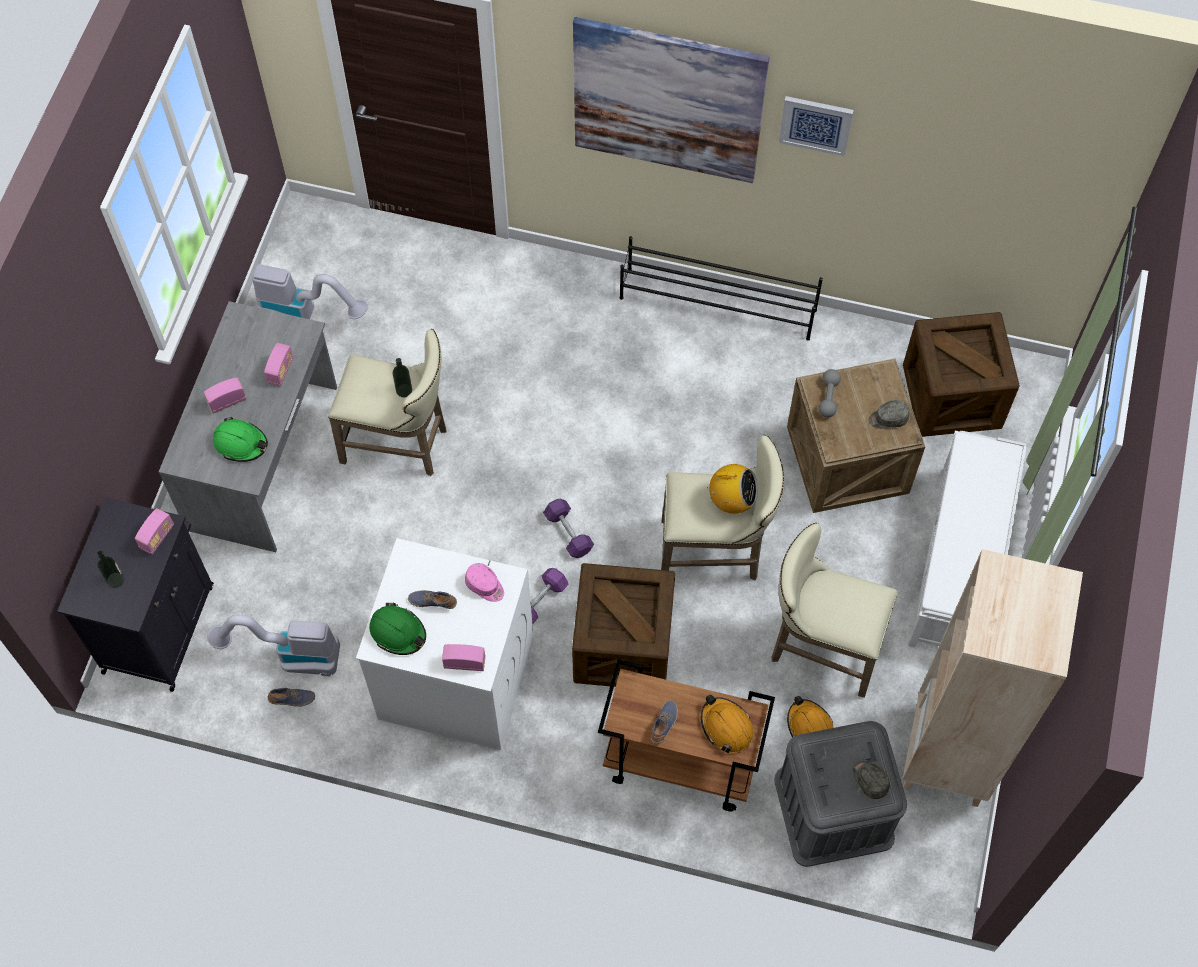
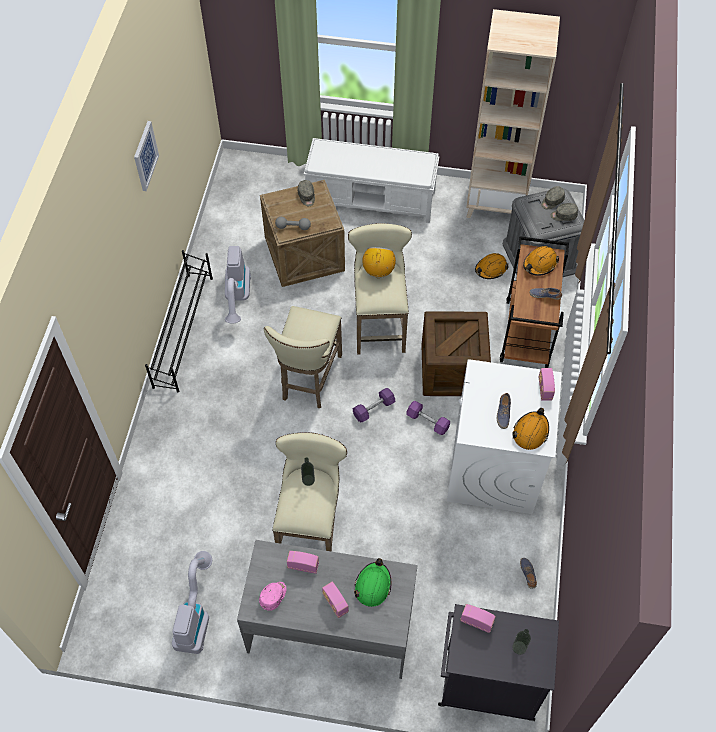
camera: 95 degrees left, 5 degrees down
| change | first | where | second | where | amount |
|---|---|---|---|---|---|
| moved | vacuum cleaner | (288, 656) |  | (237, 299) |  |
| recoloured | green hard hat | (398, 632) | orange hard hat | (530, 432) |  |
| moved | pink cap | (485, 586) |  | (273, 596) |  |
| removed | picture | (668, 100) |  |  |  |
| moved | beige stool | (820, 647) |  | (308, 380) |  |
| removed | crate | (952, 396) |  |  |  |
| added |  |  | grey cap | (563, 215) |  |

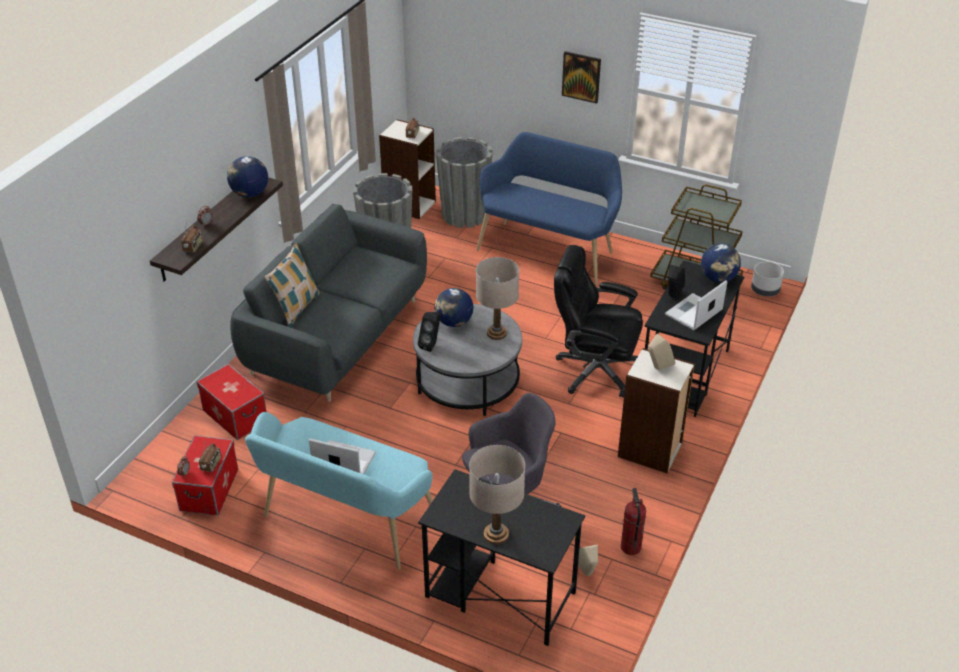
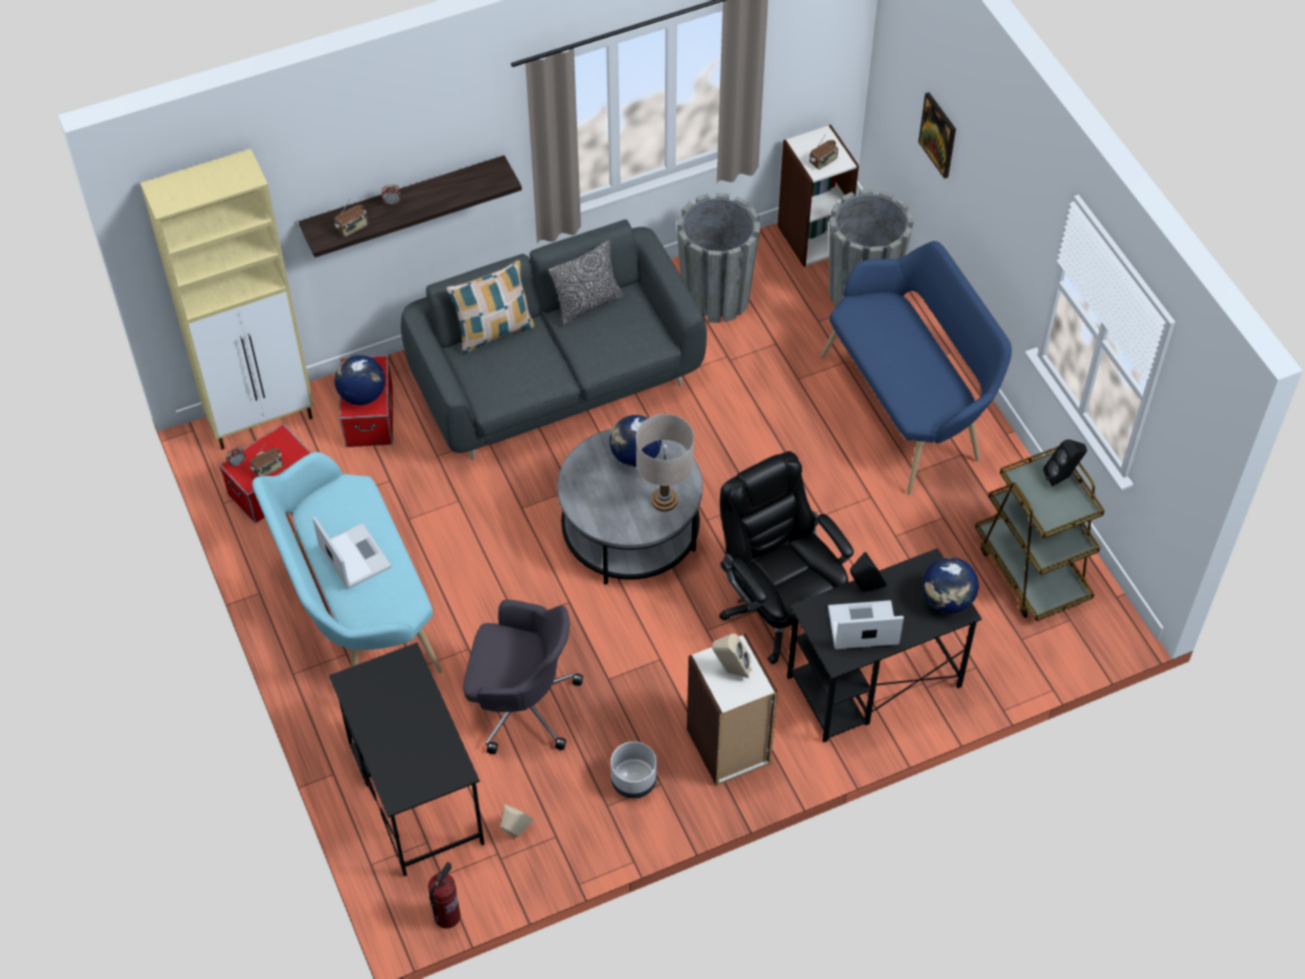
camera: 40 degrees right, 15 degrees up
| change | first | where | second | where | amount |
|---|---|---|---|---|---|
| moved | globe | (249, 194) |  | (362, 395) |  |
| moved | black speaker | (431, 345) |  | (1062, 477) |  |
| removed | beige table lamp | (496, 535) |  |  |  |
| moved | picture | (581, 76) |  | (938, 134) |  |
| moved | fire extinguisher | (630, 547) |  | (447, 916) |  |
| moved | grey planter | (765, 291) |  | (634, 781) |  |
| added |  |  | beige cabinet | (262, 419) |  |
| added |  |  | pillow | (587, 305) |  |

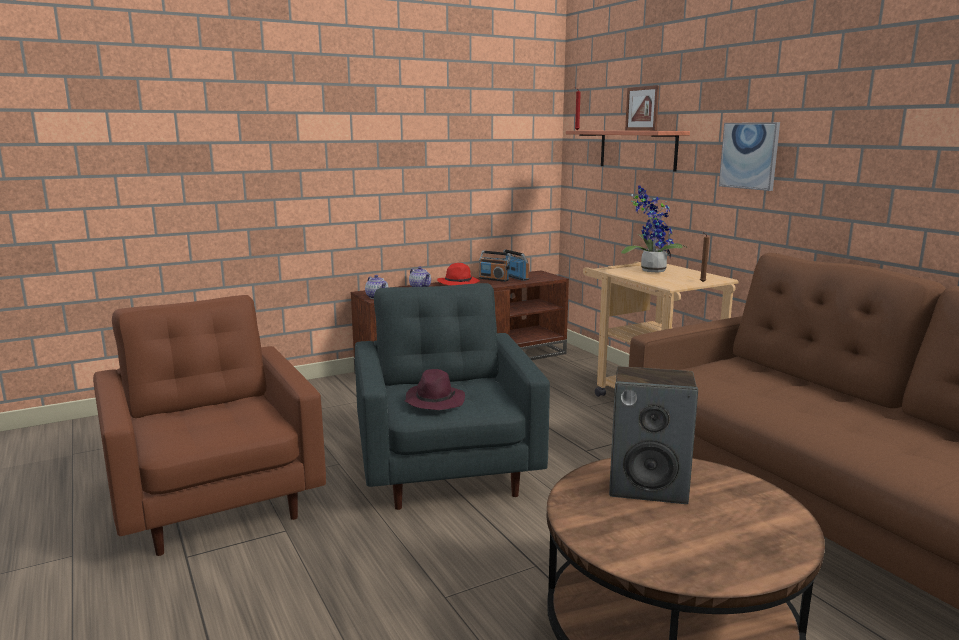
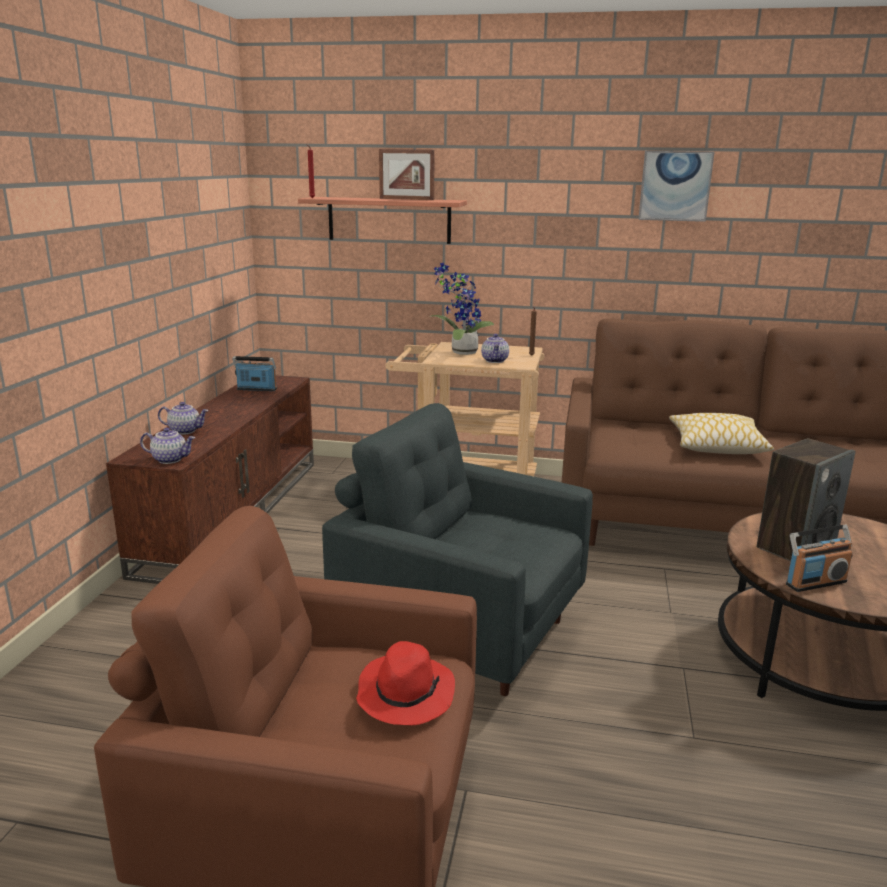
camera: 50 degrees left, 5 degrees up
| change | first | where | second | where | amount |
|---|---|---|---|---|---|
| removed | purple hat | (434, 401) |  |  |  |
| moved | red hat | (459, 283) |  | (405, 693) |  |
| moved | radio | (494, 279) |  | (815, 582) |  |
| moved | picture | (749, 155) |  | (675, 186) |  |
| added |  |  | teapot | (495, 361) |  |
| added |  |  | pillow | (716, 446) |  |

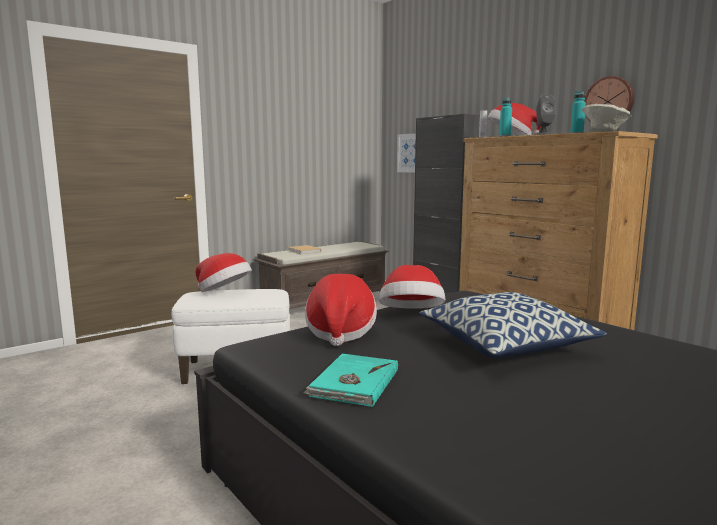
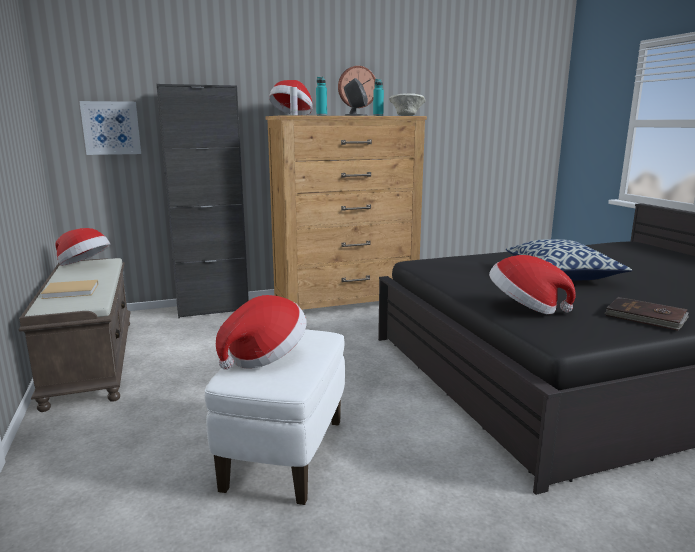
camera: 70 degrees left, 5 degrees up
| change | first | where | second | where | amount |
|---|---|---|---|---|---|
| recoloured | turquoise book | (353, 383) | brown book | (646, 317) |  |
| moved | hat | (411, 316) |  | (84, 266) |  |

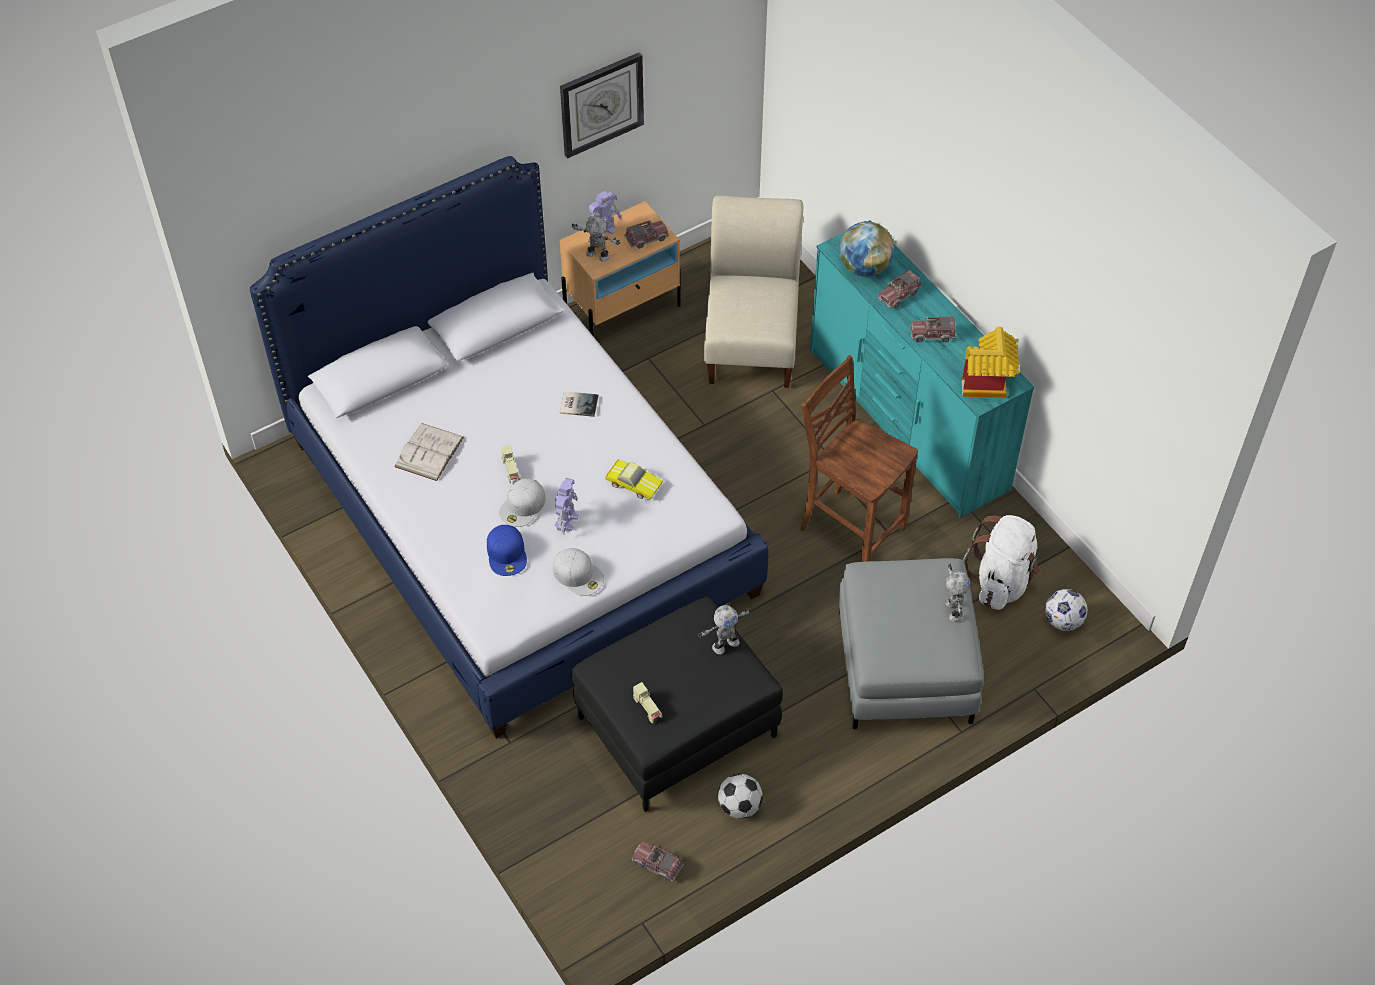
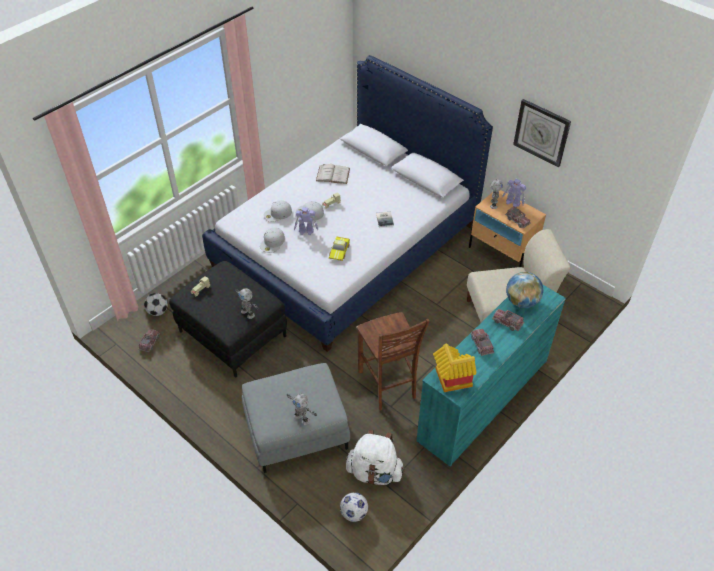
camera: 75 degrees right, 5 degrees down
| change | first | where | second | where | amount |
|---|---|---|---|---|---|
| recoloured | blue cap | (507, 553) | white cap | (277, 214) |  |
| moved | football | (739, 806) |  | (158, 311) |  |
| turned | brown chair | (850, 528) |  | (388, 385) | 135 degrees clockwise |
| turned | toy robot | (952, 610) |  | (302, 418) | 60 degrees clockwise |

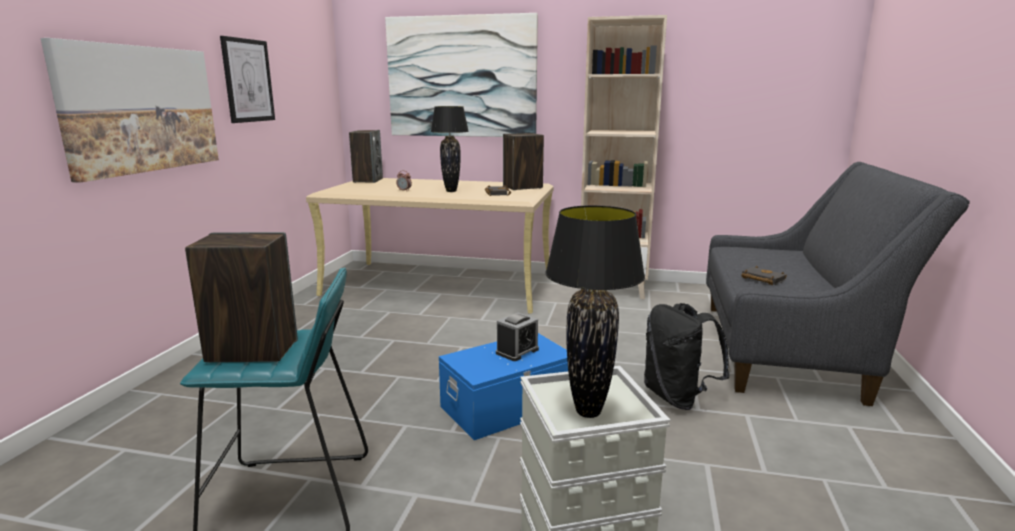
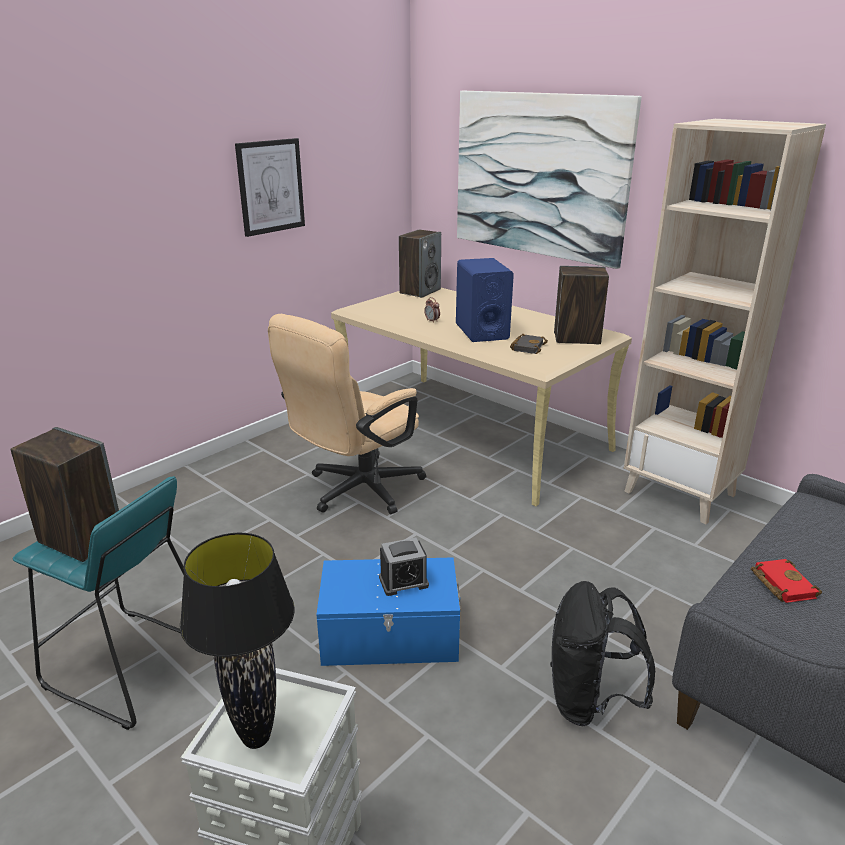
camera: 30 degrees right, 10 degrees up
| change | first | where | second | where | amount |
|---|---|---|---|---|---|
| removed | picture | (140, 109) |  |  |  |
| replaced | black table lamp | (451, 191) | blue speaker | (481, 331) |  |
| recoloured | black book | (761, 279) | red book | (781, 584) |  |
| added |  |  | beige office chair | (356, 491) |  |

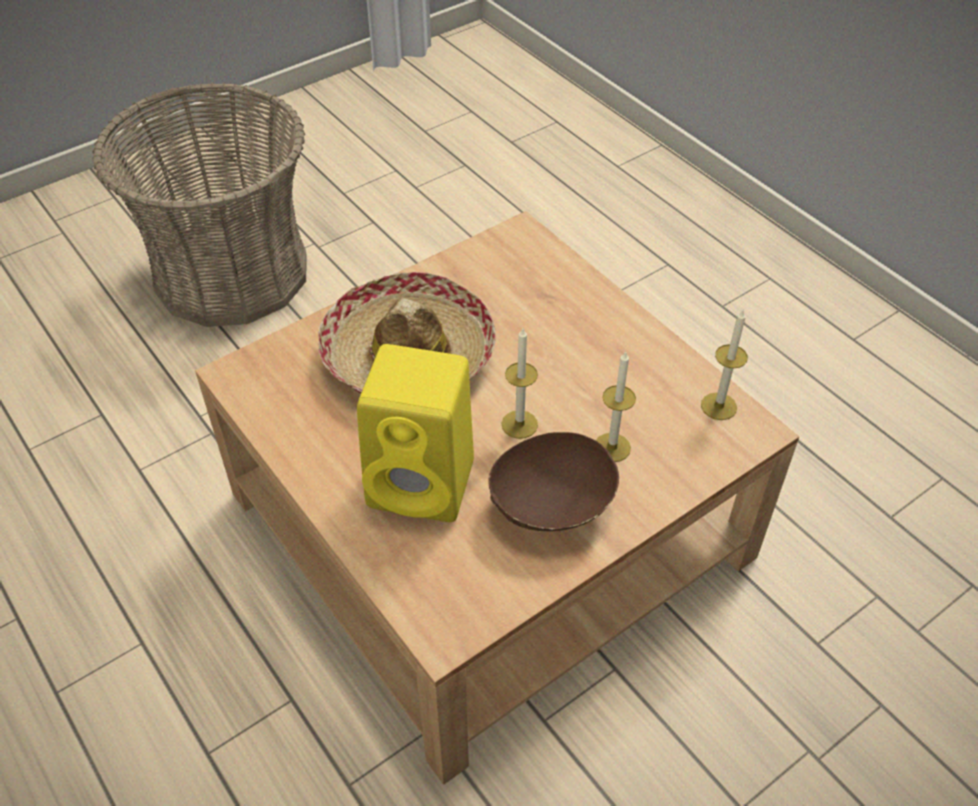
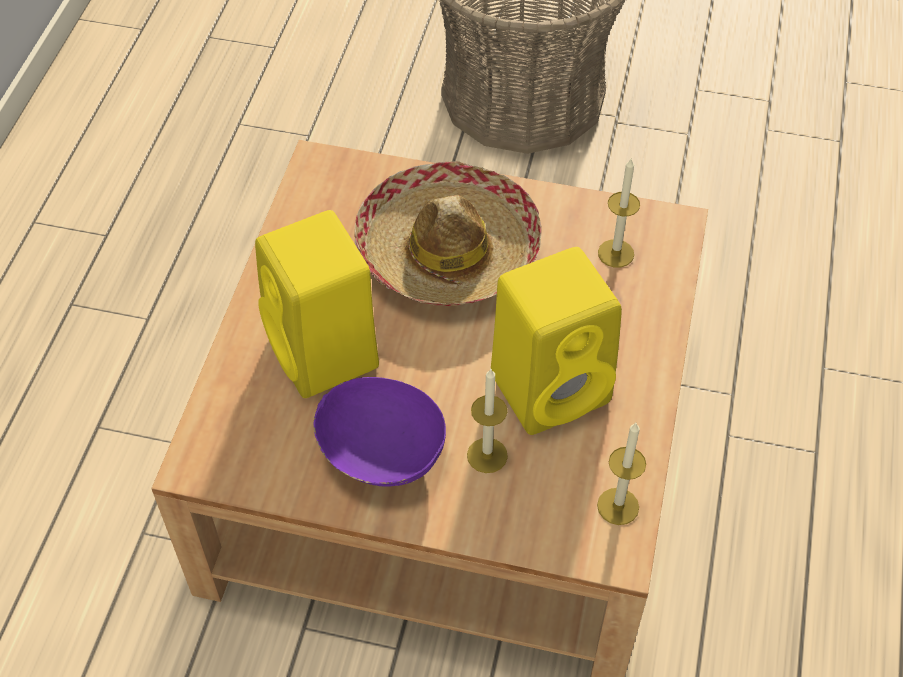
camera: 50 degrees right, 5 degrees up
| change | first | where | second | where | amount |
|---|---|---|---|---|---|
| recoloured | brown bowl | (551, 507) | purple bowl | (380, 454) |  |
| moved | candle | (519, 424) |  | (616, 253) |  |
| added |  |  | yellow speaker | (553, 386) |  |

